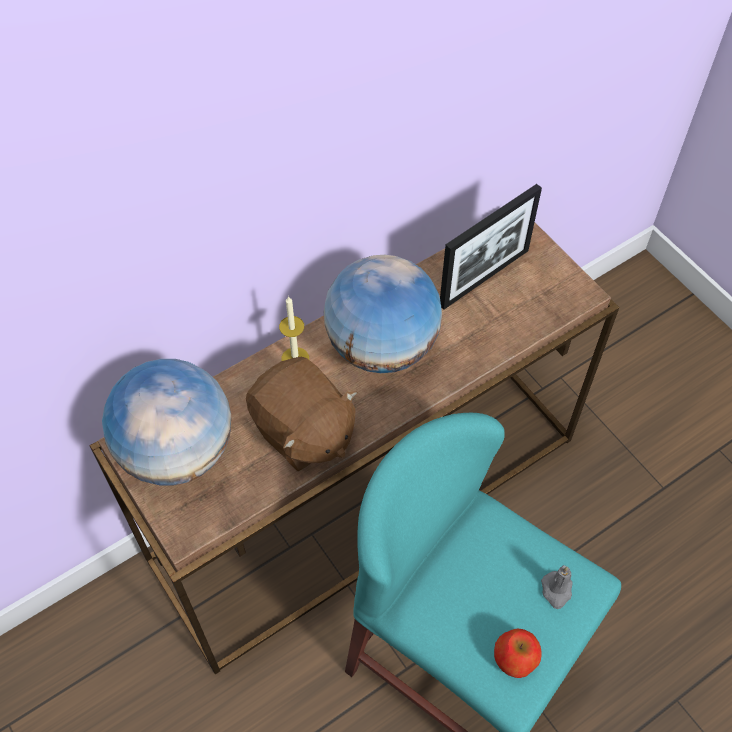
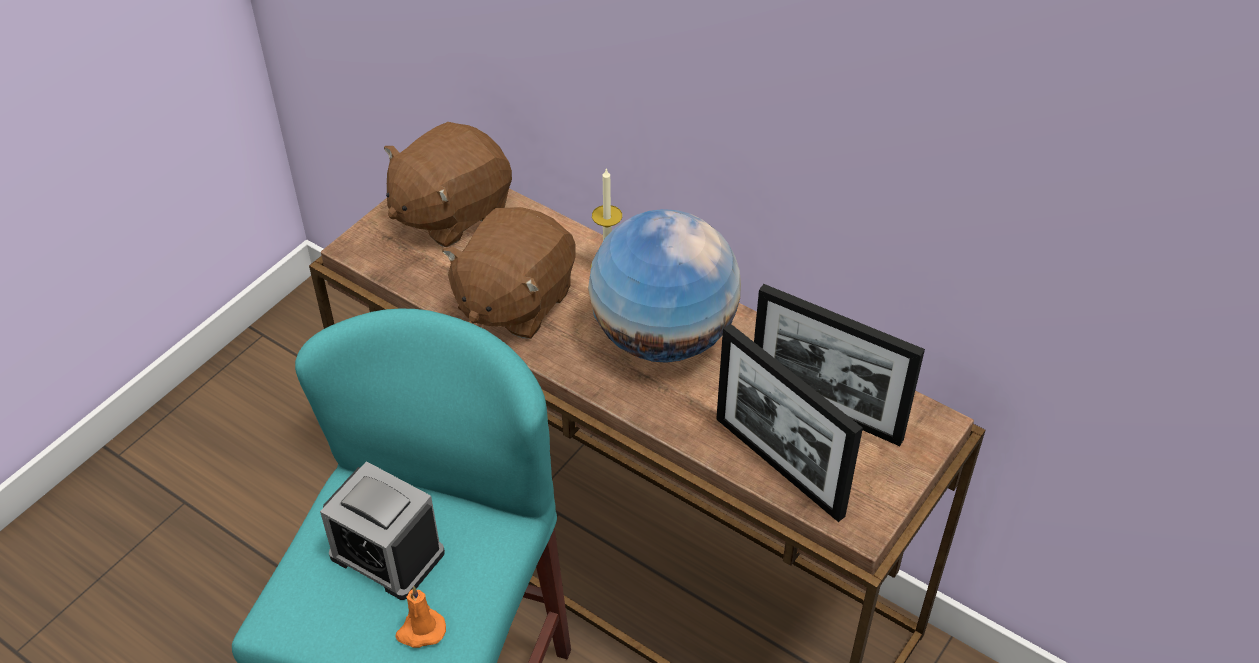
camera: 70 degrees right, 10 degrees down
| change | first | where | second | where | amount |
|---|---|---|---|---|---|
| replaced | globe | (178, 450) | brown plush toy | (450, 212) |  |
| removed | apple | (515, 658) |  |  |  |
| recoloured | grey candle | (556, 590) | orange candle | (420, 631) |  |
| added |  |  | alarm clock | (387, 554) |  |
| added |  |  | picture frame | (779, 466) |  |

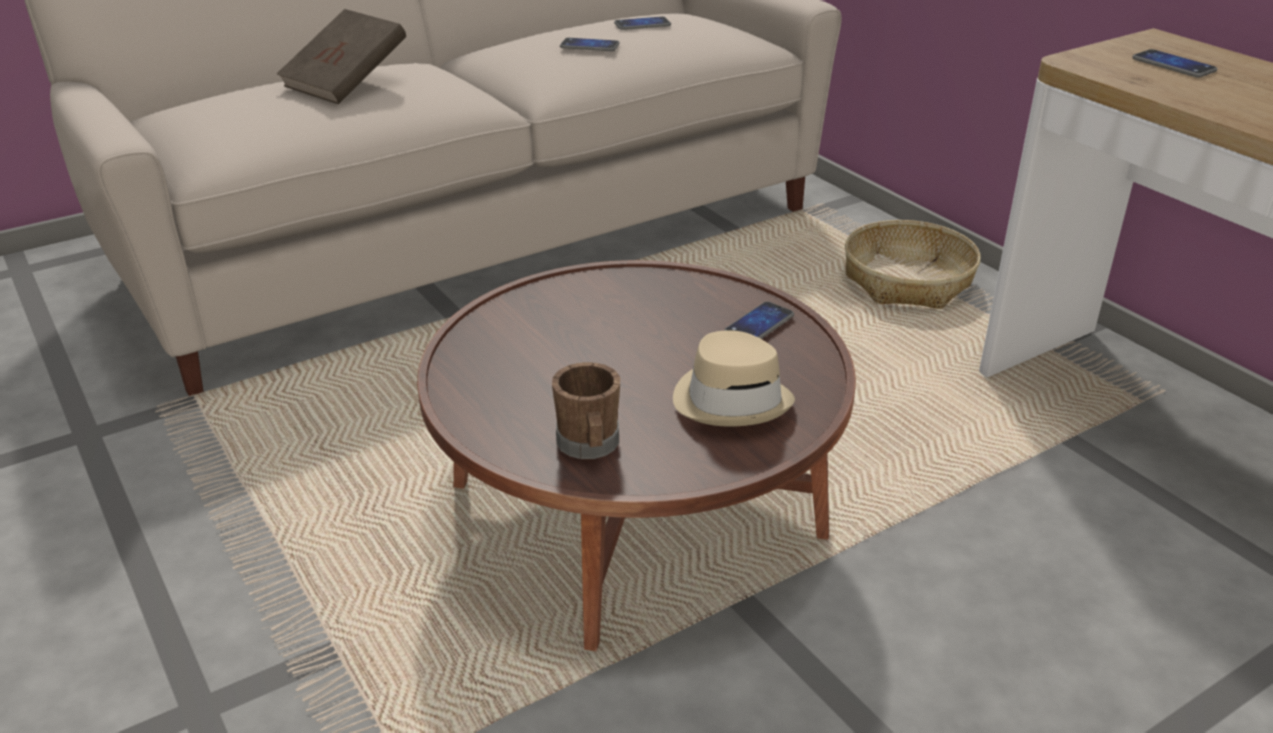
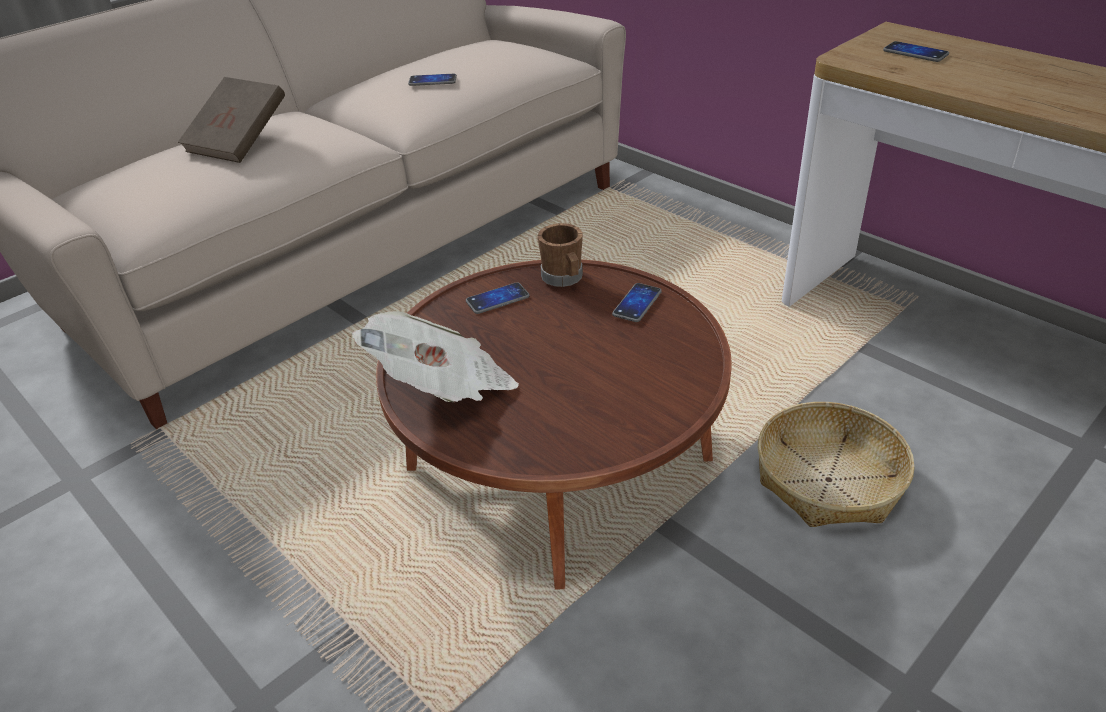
camera: 10 degrees left, 5 degrees up
| change | first | where | second | where | amount |
|---|---|---|---|---|---|
| moved | brown mug | (589, 446) |  | (564, 278) |  |
| moved | phone | (642, 25) |  | (497, 299) |  |
| removed | beige hat | (732, 400) |  |  |  |
| moved | basket | (908, 281) |  | (829, 480) |  |
| added |  |  | newspaper | (444, 388) |  |

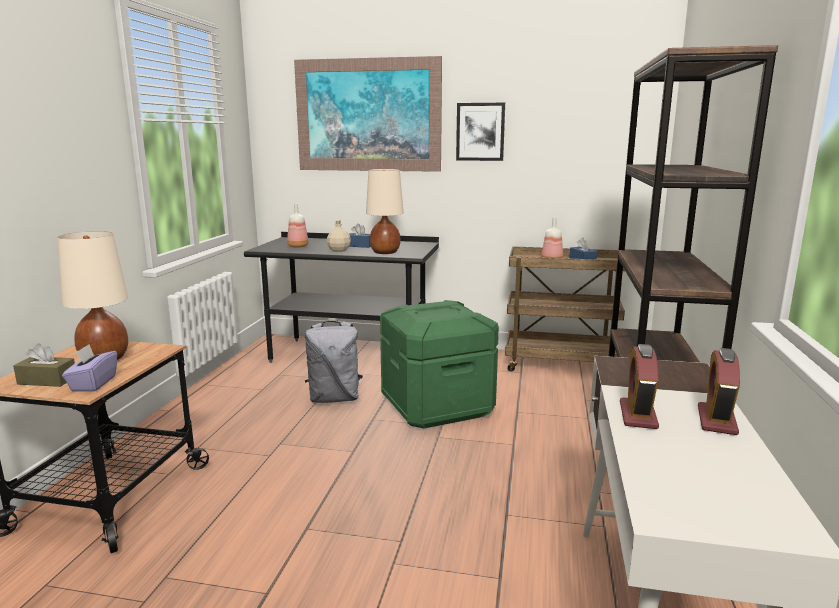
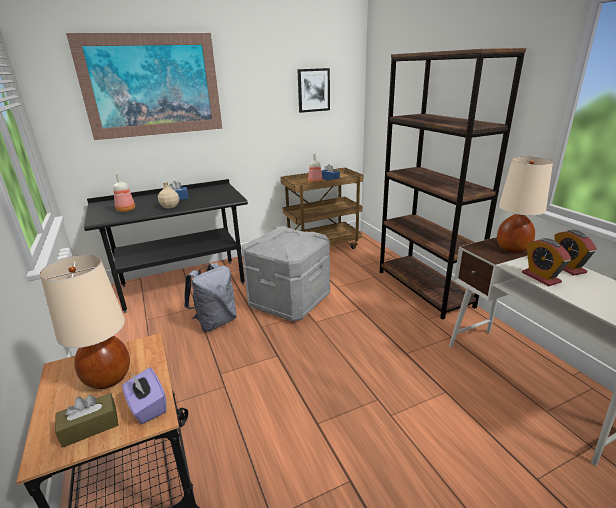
camera: 35 degrees left, 10 degrees up
| change | first | where | second | where | amount |
|---|---|---|---|---|---|
| moved | beige table lamp | (384, 252) |  | (512, 248) |  |
| recoloured | green storage box | (437, 406) | grey storage box | (289, 301) |  |
| moved | picture | (480, 132) |  | (313, 90) |  |

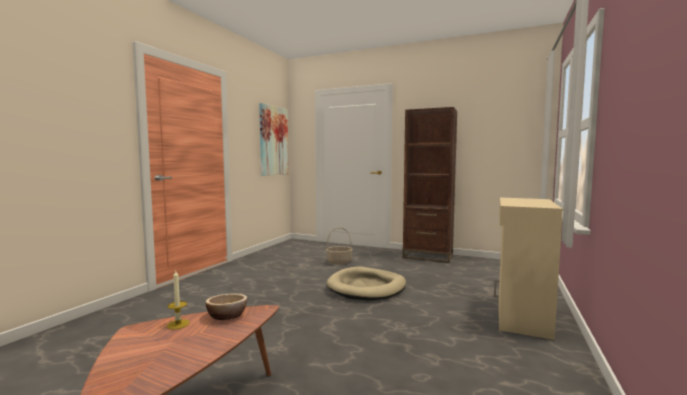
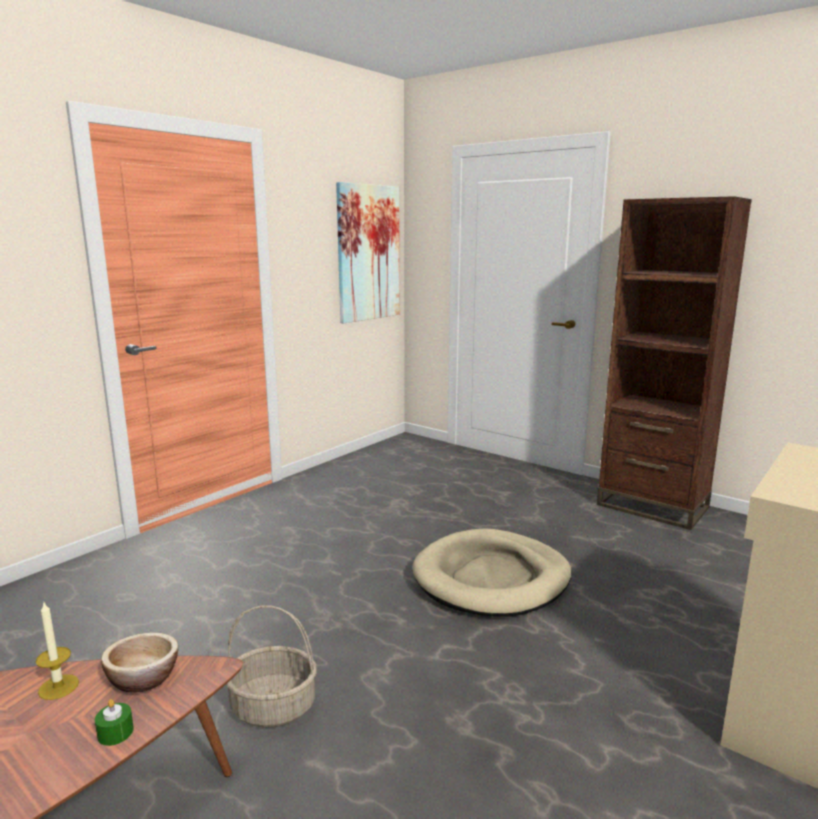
camera: 15 degrees right, 10 degrees up
| change | first | where | second | where | amount |
|---|---|---|---|---|---|
| moved | basket | (339, 262) |  | (272, 708) |  |
| added |  |  | green candle | (115, 732) |  |

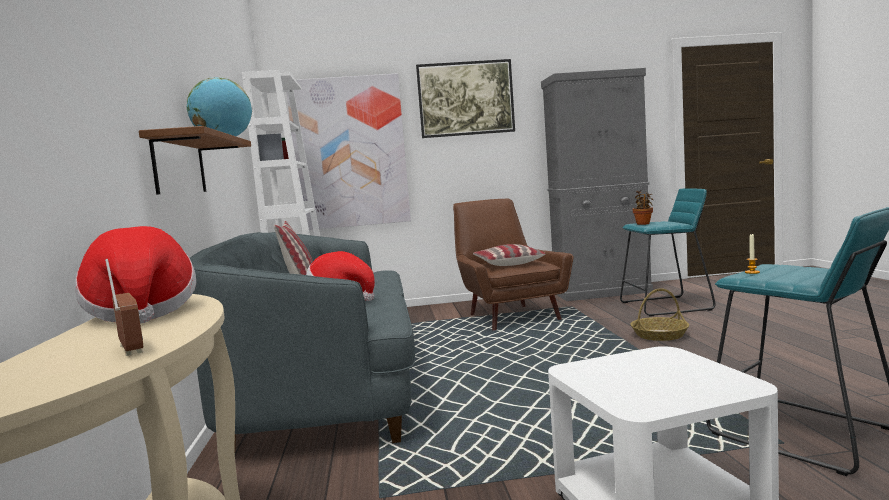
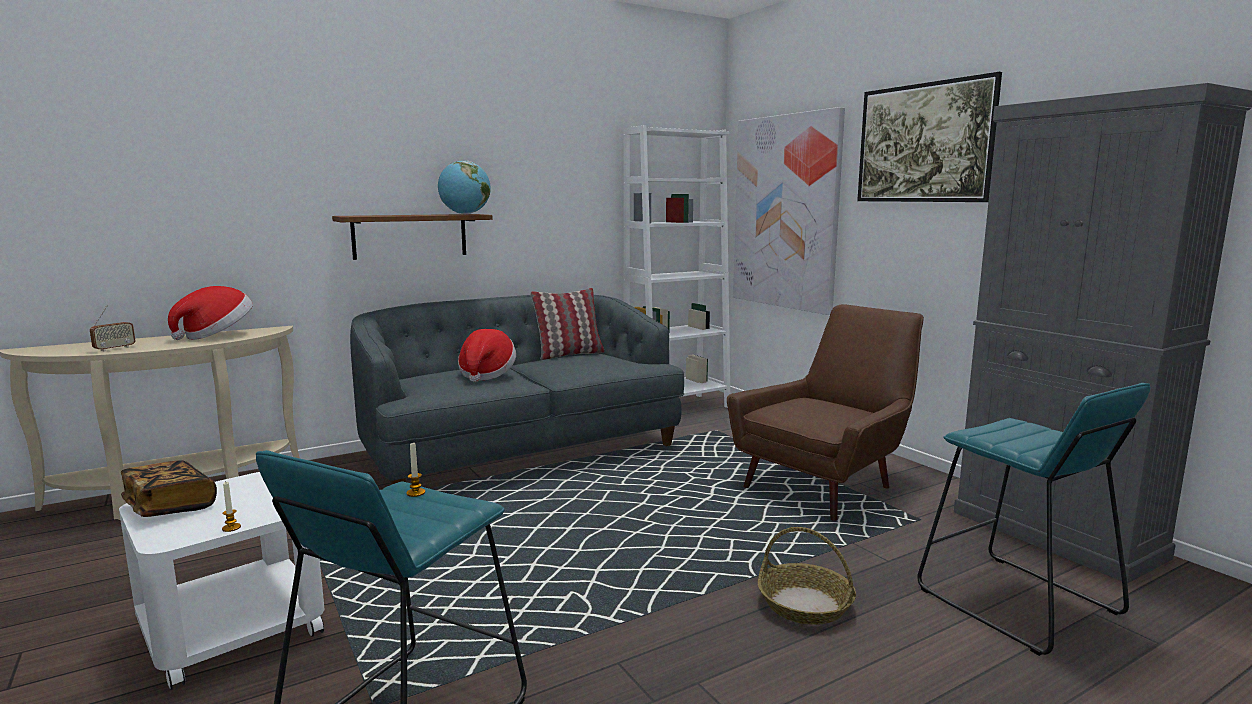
camera: 65 degrees right, 5 degrees up
| change | first | where | second | where | amount |
|---|---|---|---|---|---|
| removed | pillow | (507, 263) |  |  |  |
| removed | potted plant | (643, 224) |  |  |  |
| added |  |  | book | (170, 506) |  |
| added |  |  | candle | (231, 528) |  |

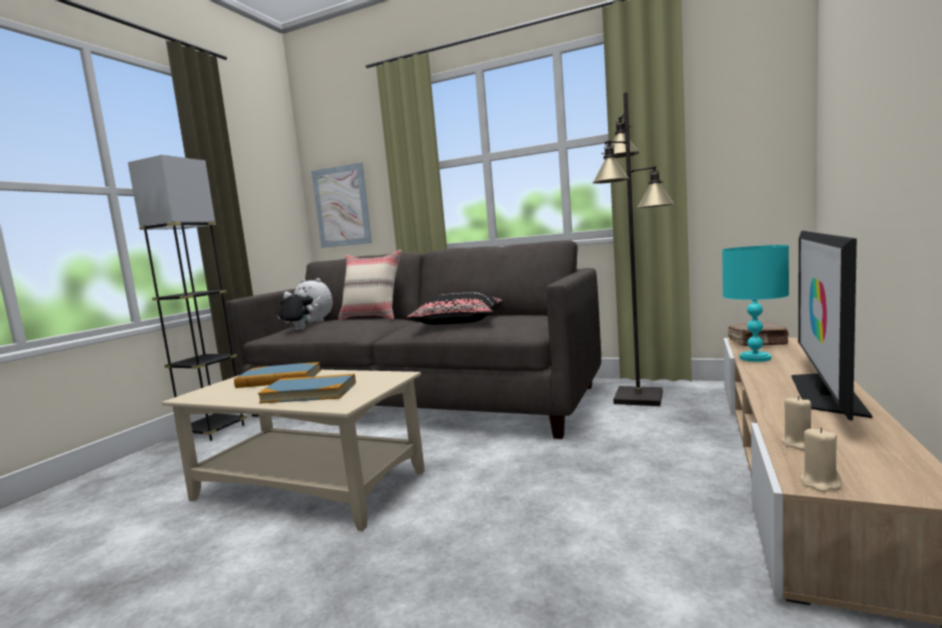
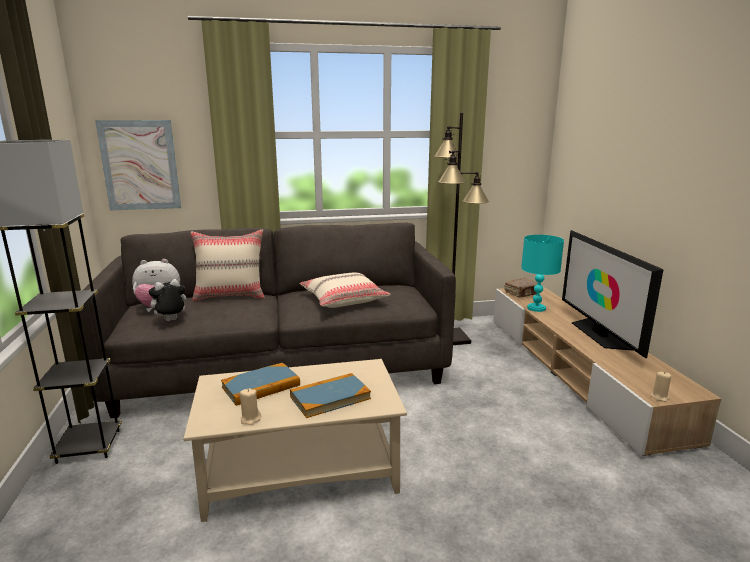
camera: 35 degrees left, 10 degrees up
| change | first | where | second | where | amount |
|---|---|---|---|---|---|
| recoloured | black pillow | (459, 321) | beige pillow | (344, 299) |  |
| moved | beige candle | (798, 443) |  | (250, 419) |  |

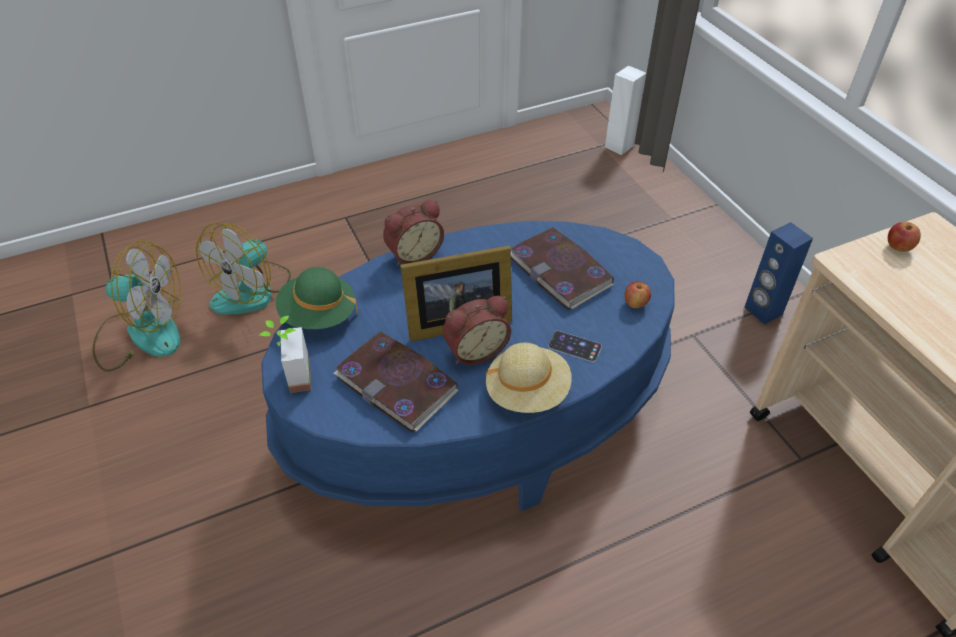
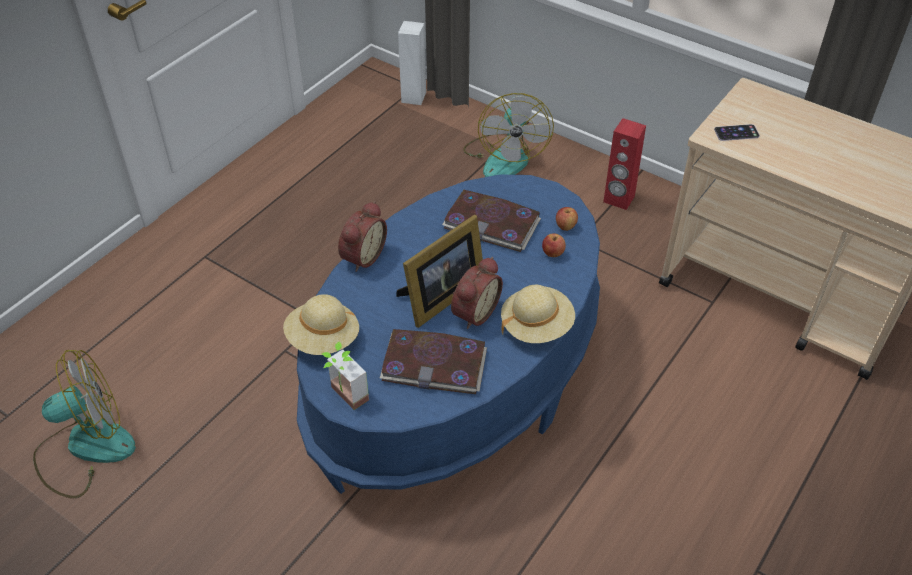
camera: 30 degrees left, 0 degrees up
| change | first | where | second | where | amount |
|---|---|---|---|---|---|
| moved | fan | (252, 291) |  | (505, 157) |  |
| recoloured | green hat | (318, 315) | beige hat | (323, 339) |  |
| moved | phone | (574, 346) |  | (736, 133) |  |
| recoloured | blue speaker | (762, 311) | red speaker | (618, 199) |  |
| moved | apple | (898, 247) |  | (552, 253) |  |

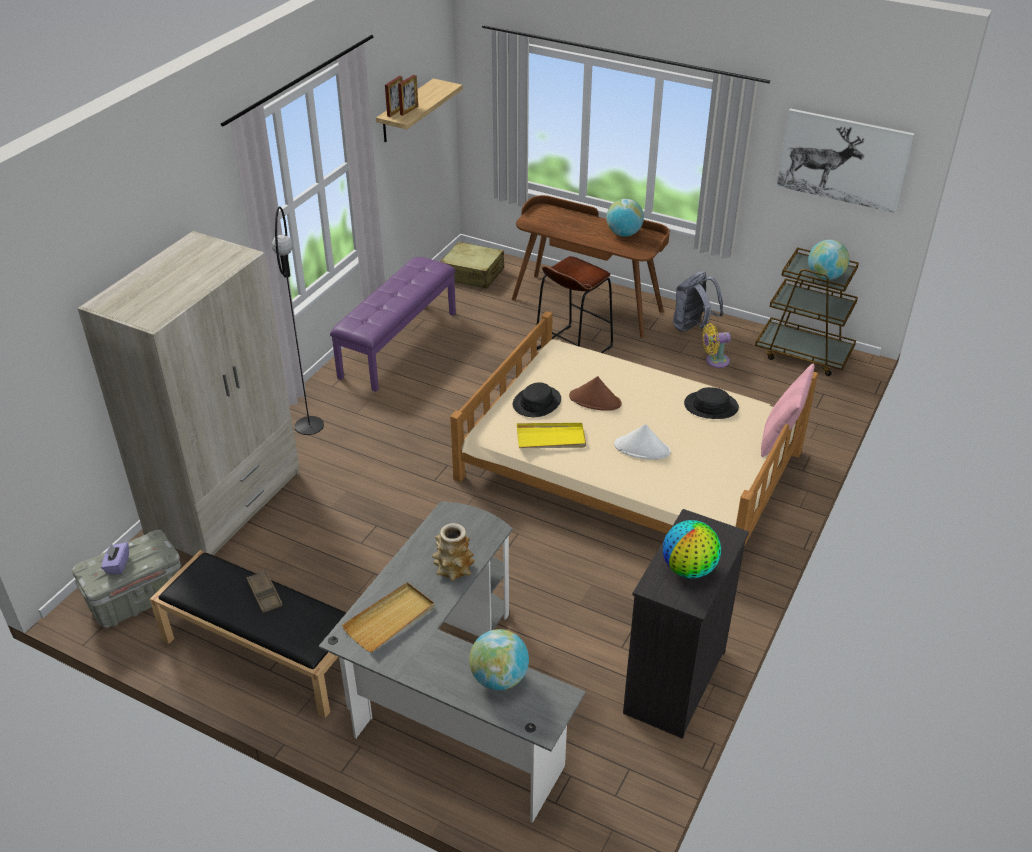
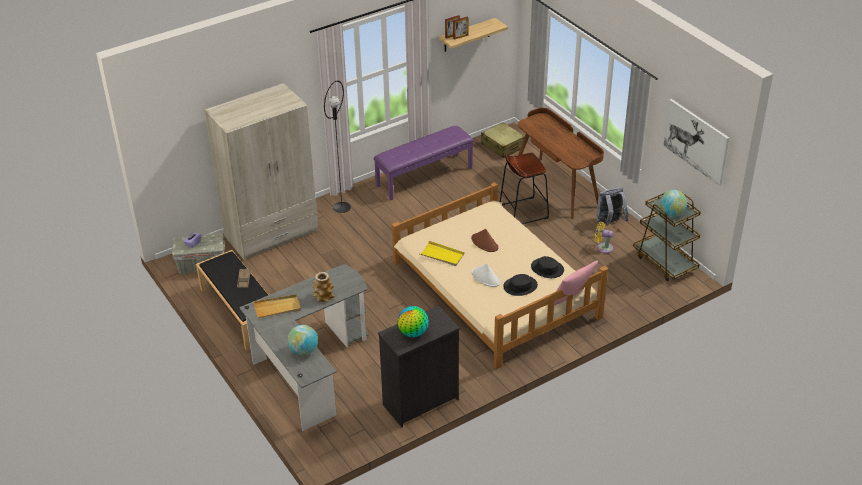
camera: 30 degrees right, 0 degrees up
| change | first | where | second | where | amount |
|---|---|---|---|---|---|
| moved | black hat | (536, 402) |  | (520, 286) |  |
| removed | globe | (624, 234) |  |  |  |

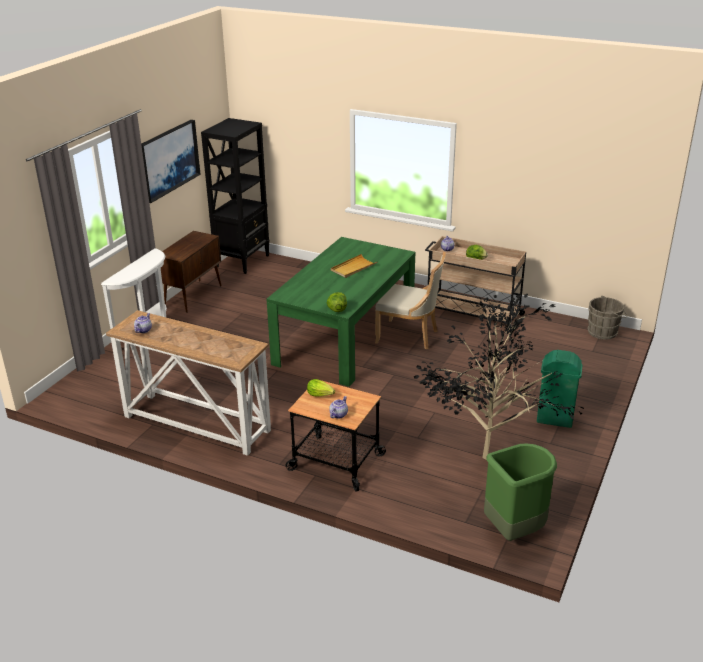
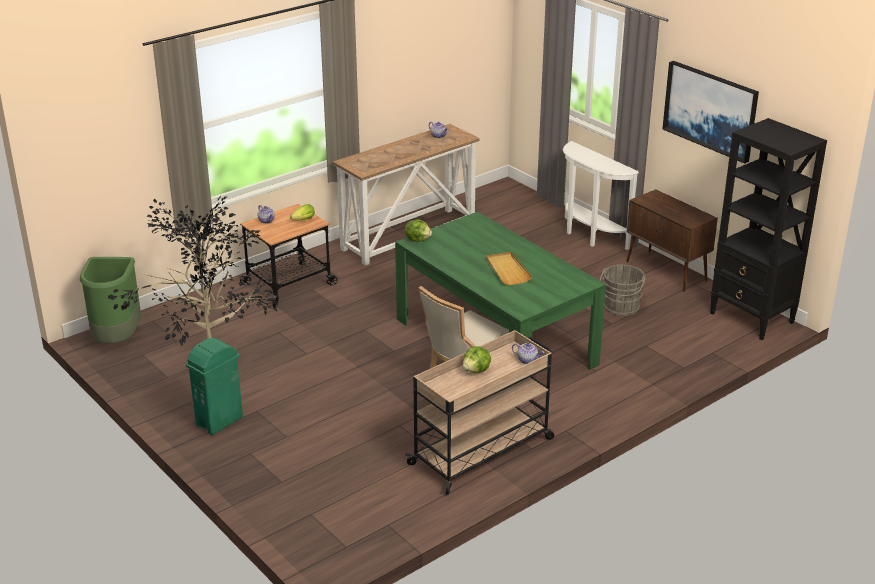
camera: 115 degrees right, 0 degrees up
| change | first | where | second | where | amount |
|---|---|---|---|---|---|
| moved | grey bucket | (604, 332) |  | (620, 308) |  |

